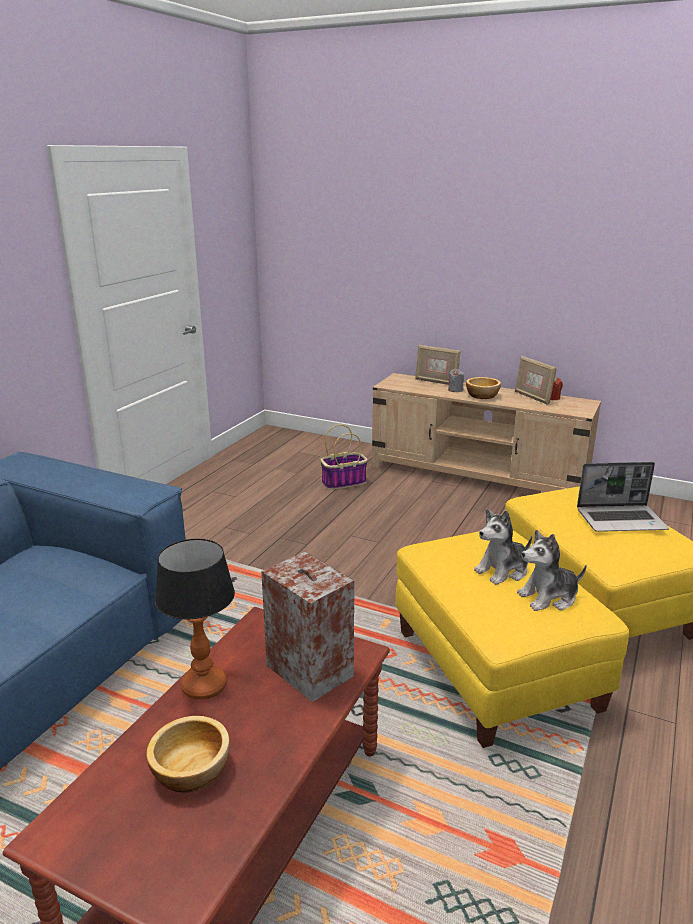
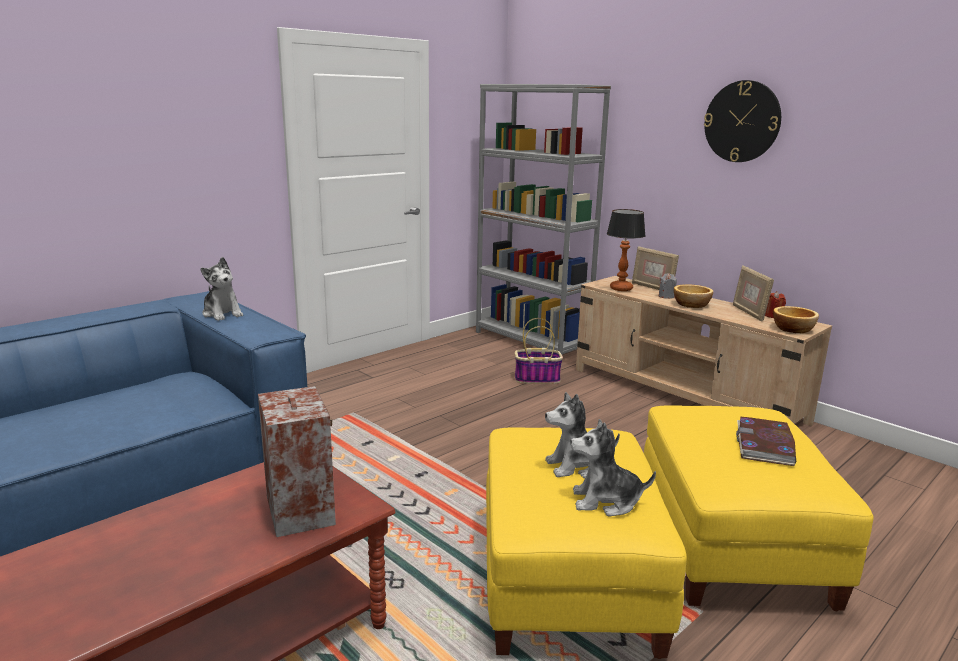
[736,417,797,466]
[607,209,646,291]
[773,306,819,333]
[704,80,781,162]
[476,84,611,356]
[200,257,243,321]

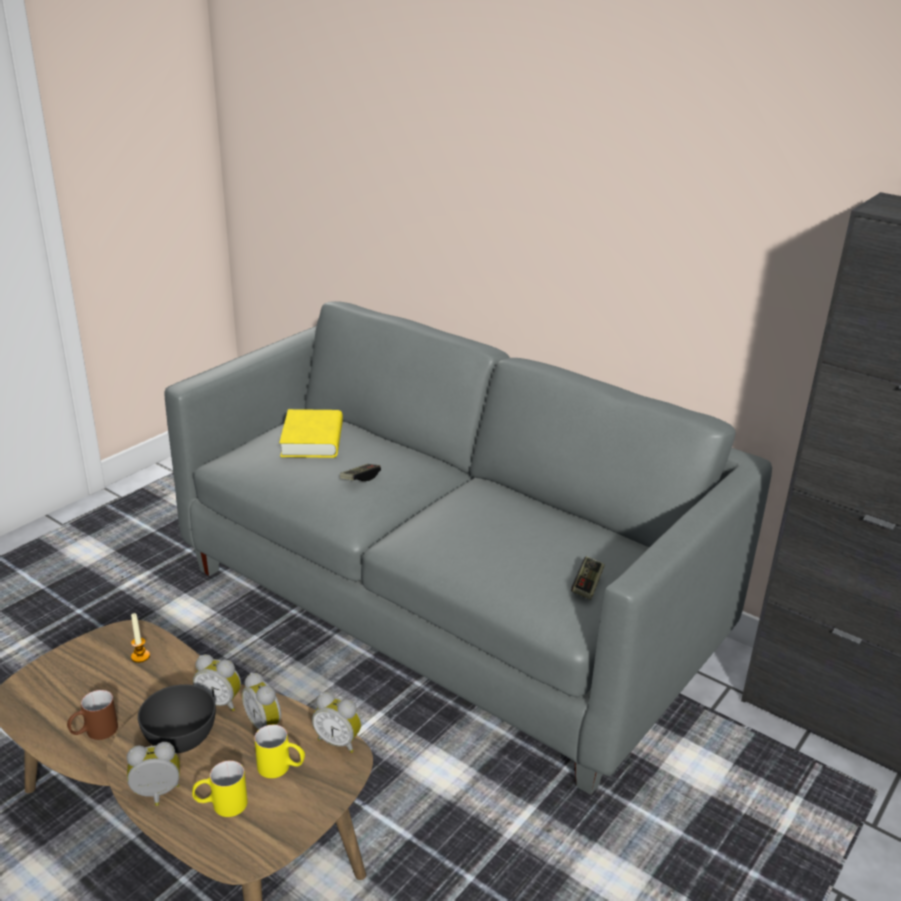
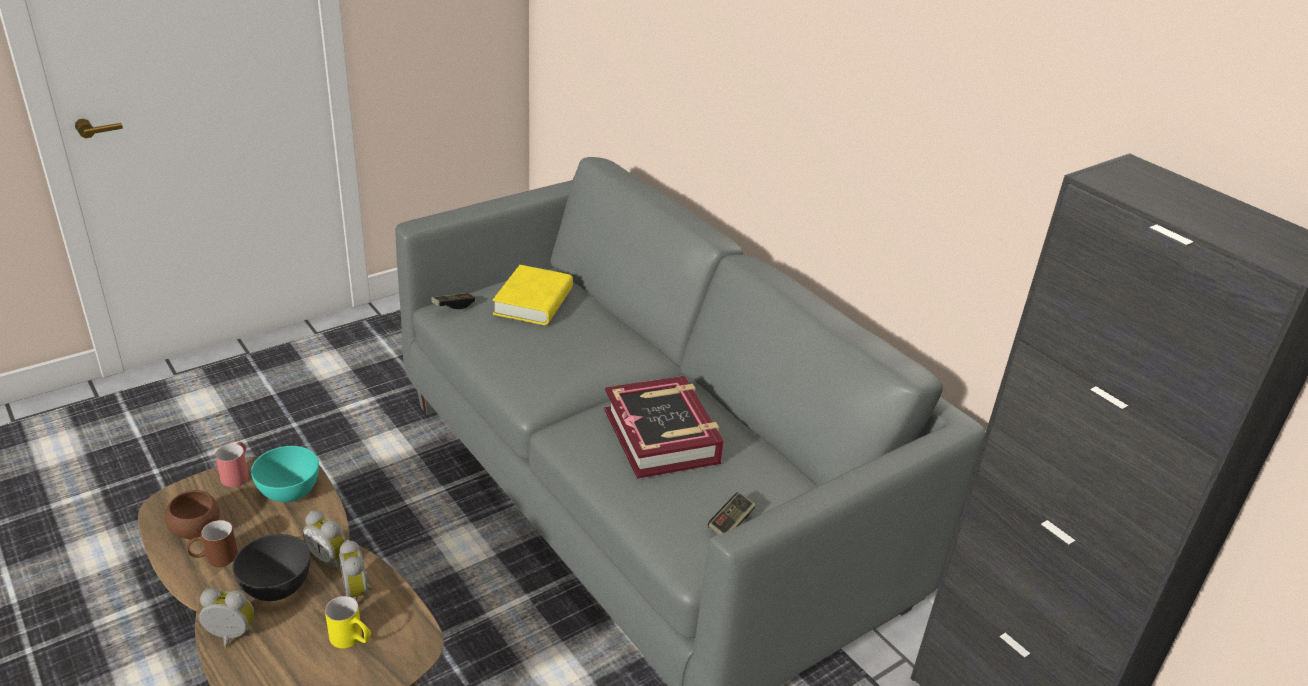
[431,293,475,309]
[251,446,319,502]
[312,692,361,753] (first image)
[192,761,248,817] (first image)
[604,376,724,479]
[215,442,249,487]
[165,490,220,540]

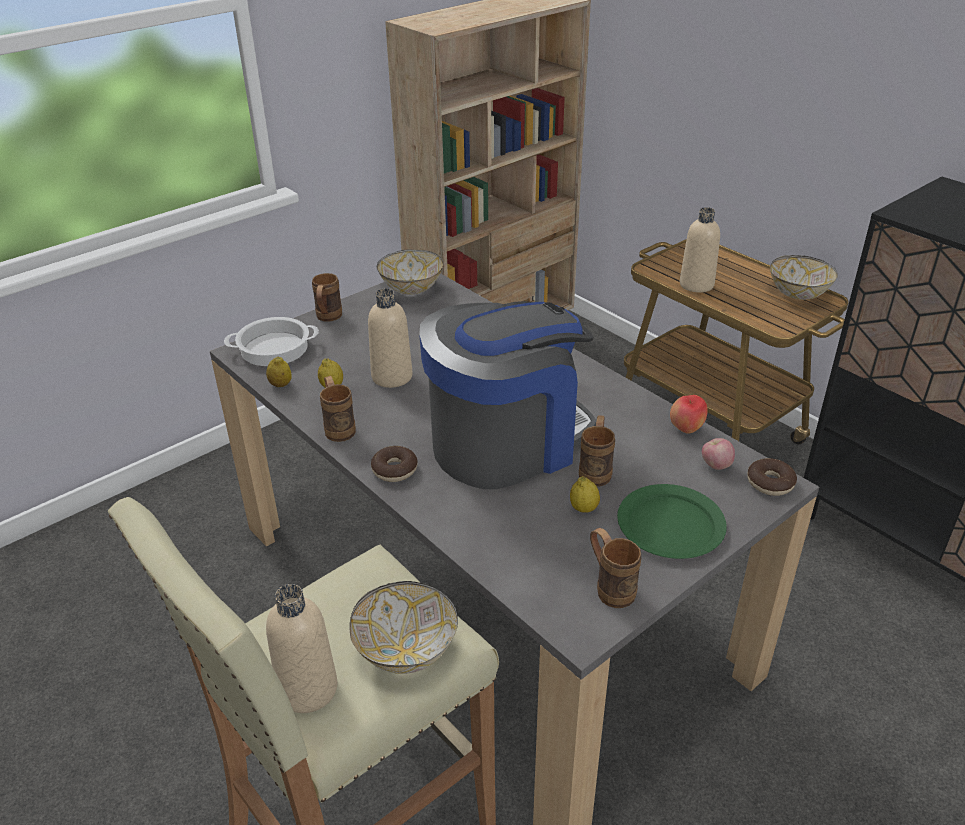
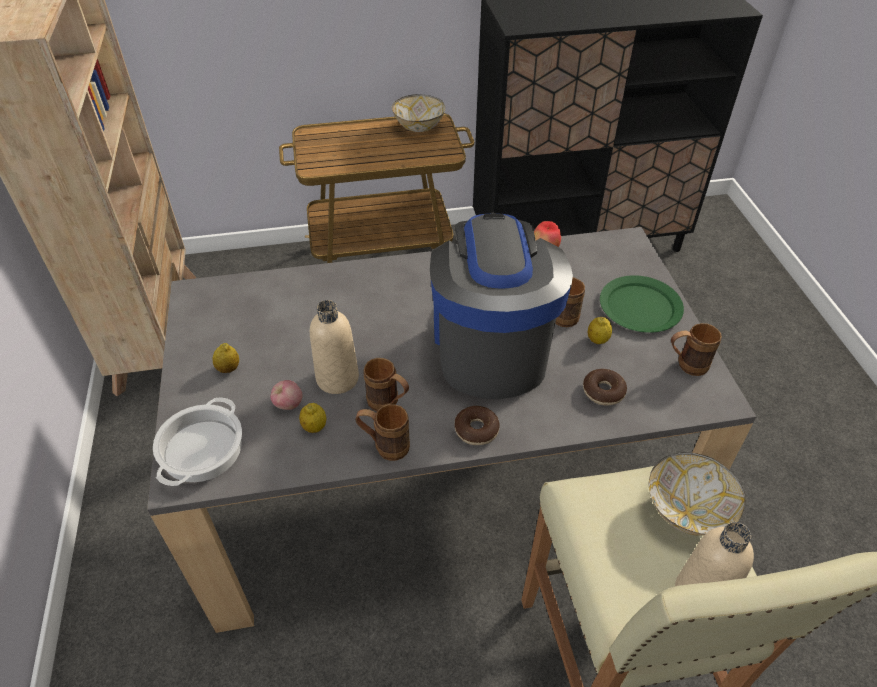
[680,207,720,292] (first image)
[377,250,443,294] (first image)
[363,358,409,411]
[213,343,239,373]
[270,380,303,410]
[583,369,627,405]

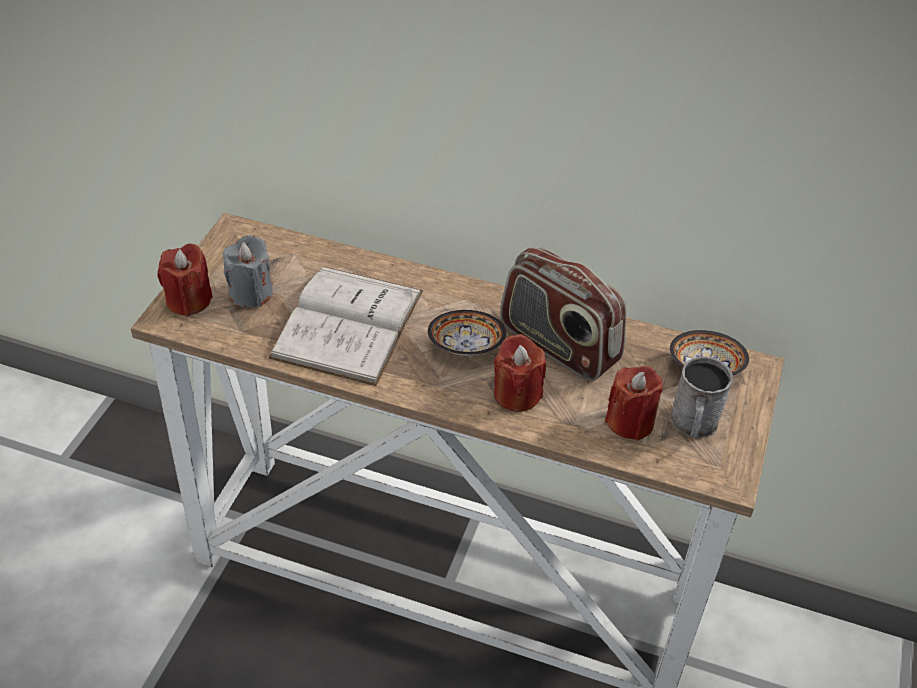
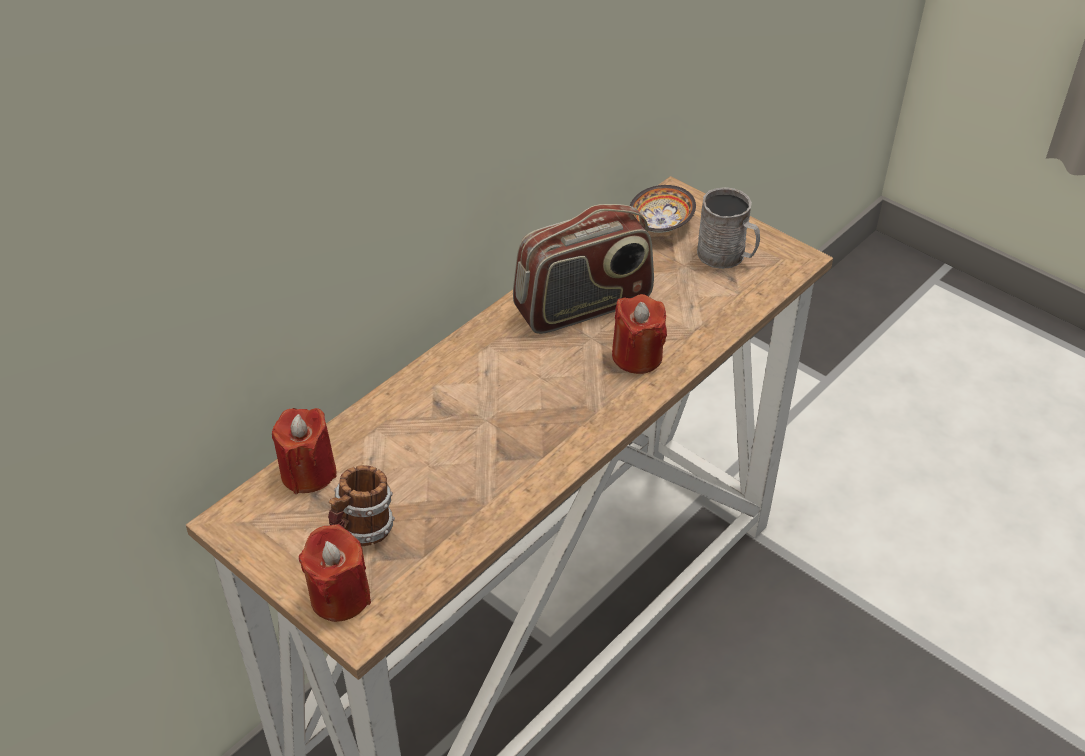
[328,465,395,546]
[269,267,423,386] (first image)
[428,310,506,355] (first image)
[272,408,337,494]

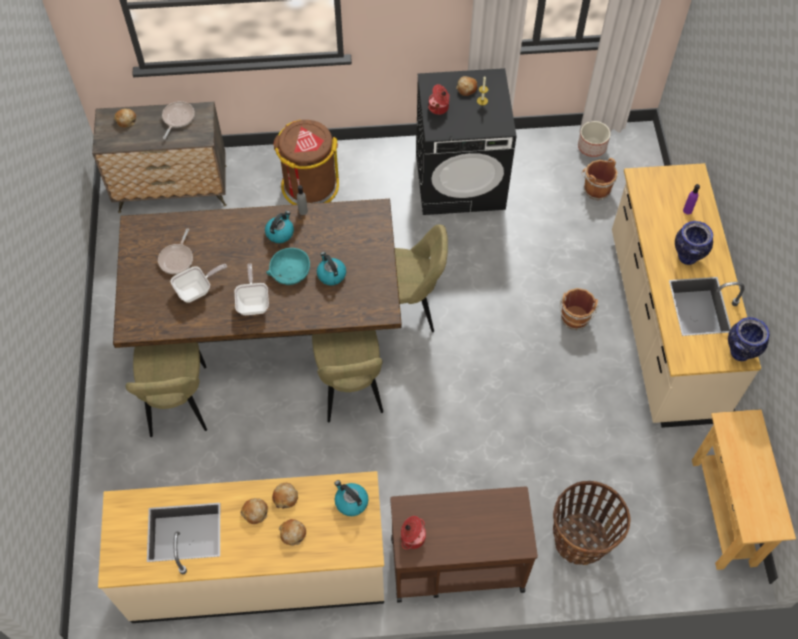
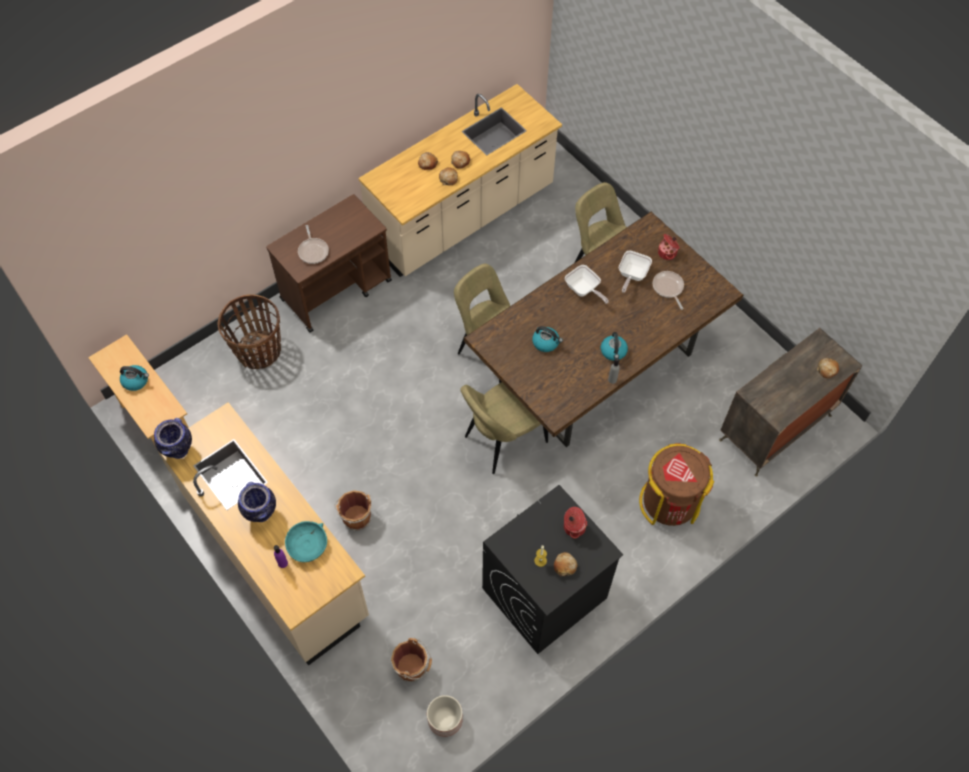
[298,225,329,264]
[285,521,327,562]
[120,365,149,391]
[658,234,680,260]

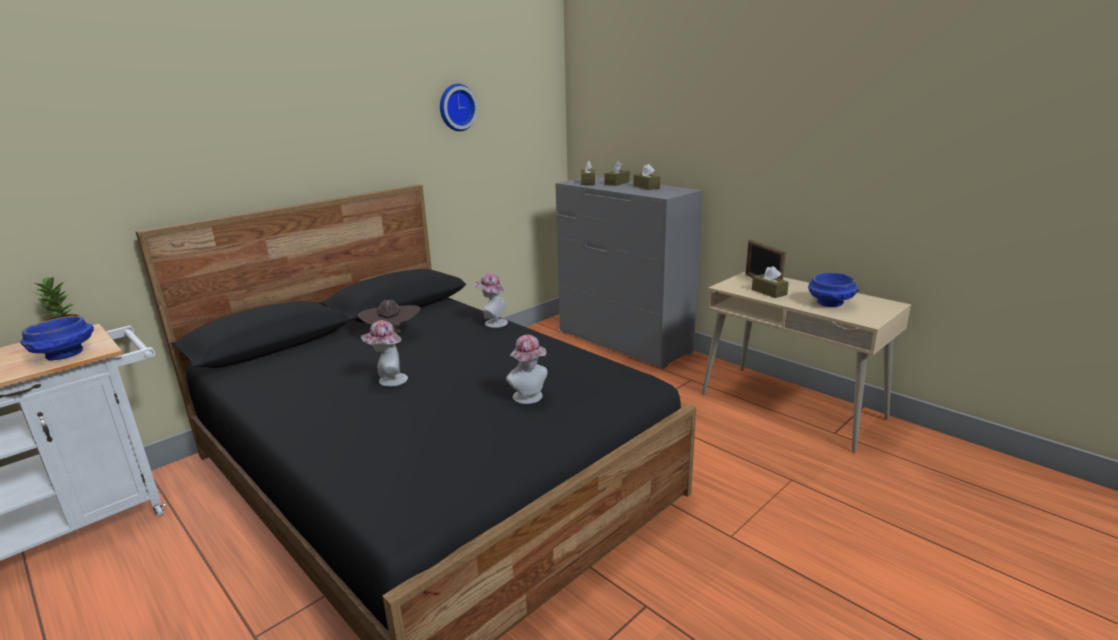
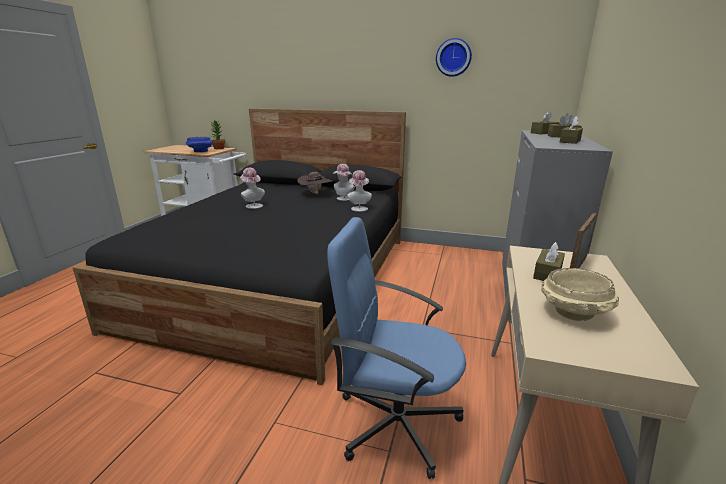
[541,268,619,321]
[333,164,355,201]
[327,217,466,479]

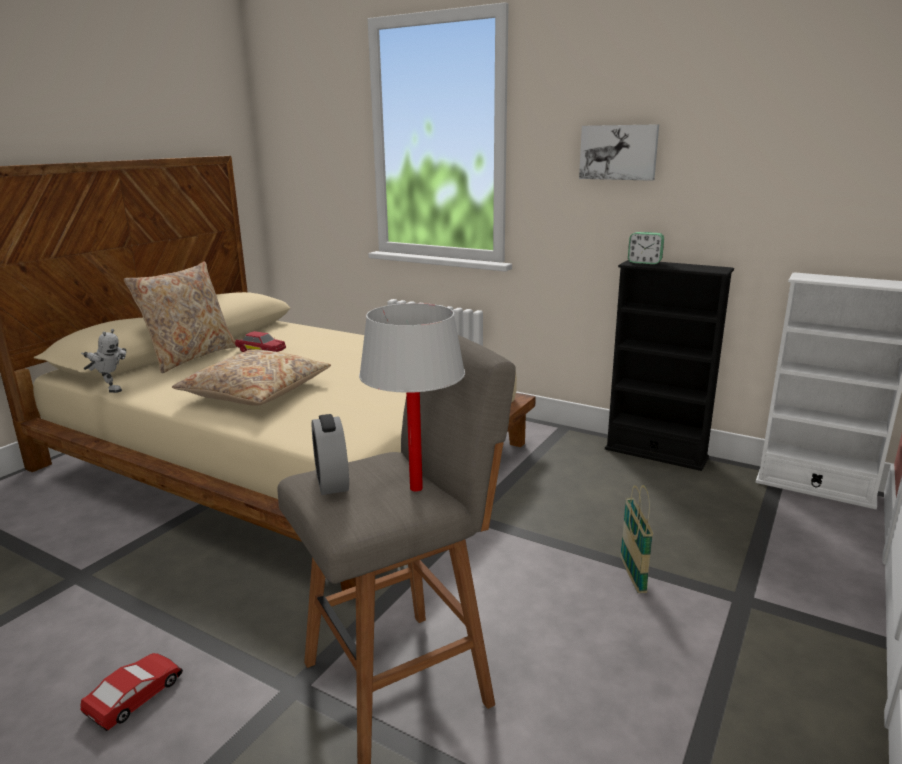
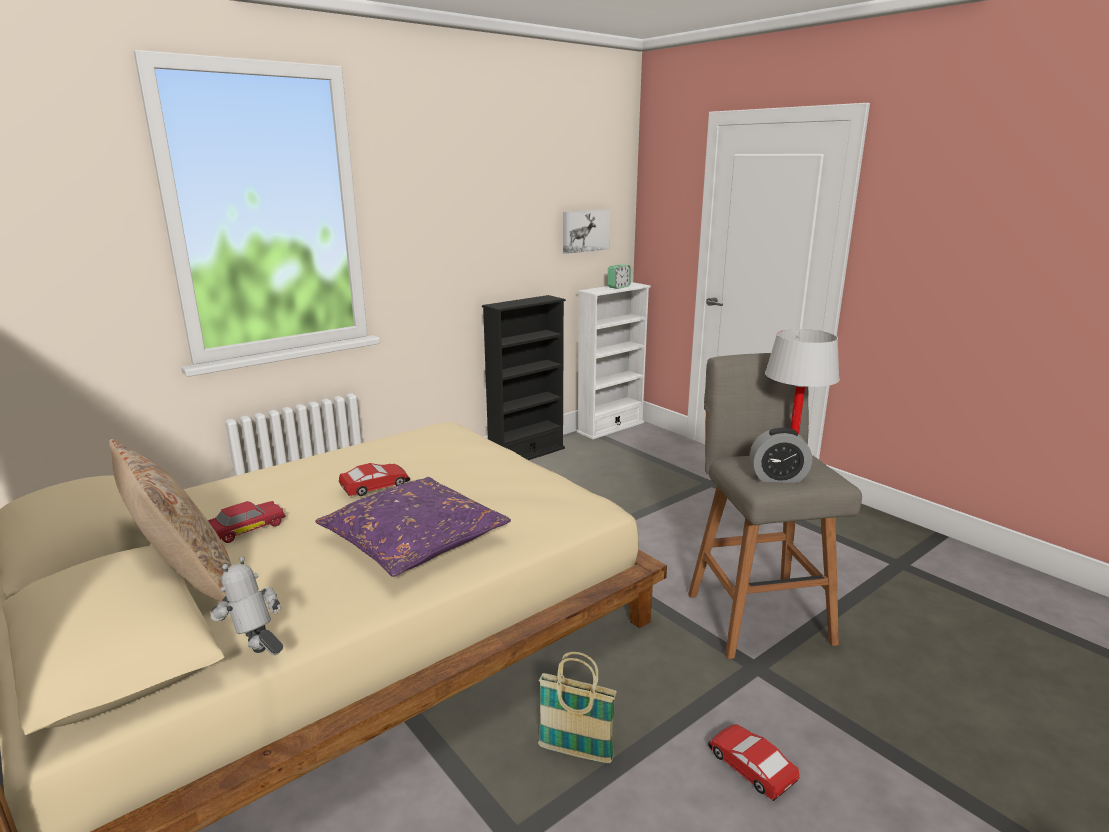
[563,209,610,254]
[608,264,631,289]
[211,557,283,655]
[315,477,511,577]
[538,652,617,763]
[339,463,410,496]

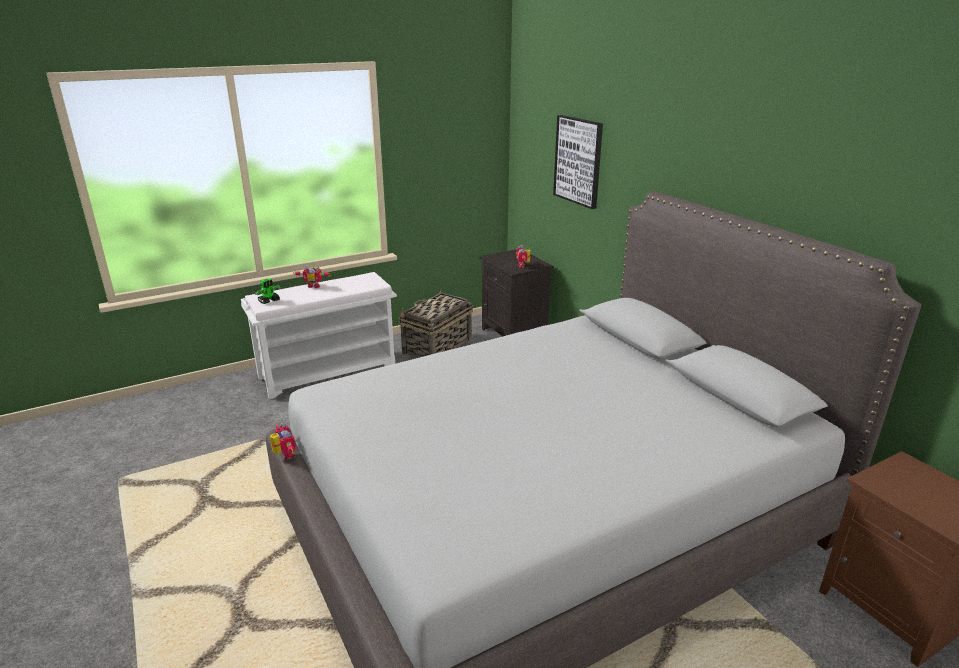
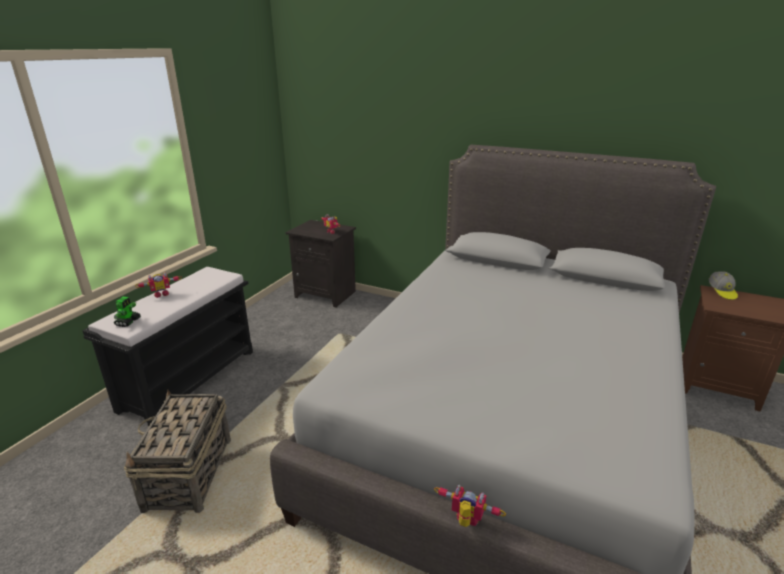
[553,115,603,209] (first image)
[82,267,253,427]
[124,389,231,513]
[434,485,506,527]
[709,271,738,300]

